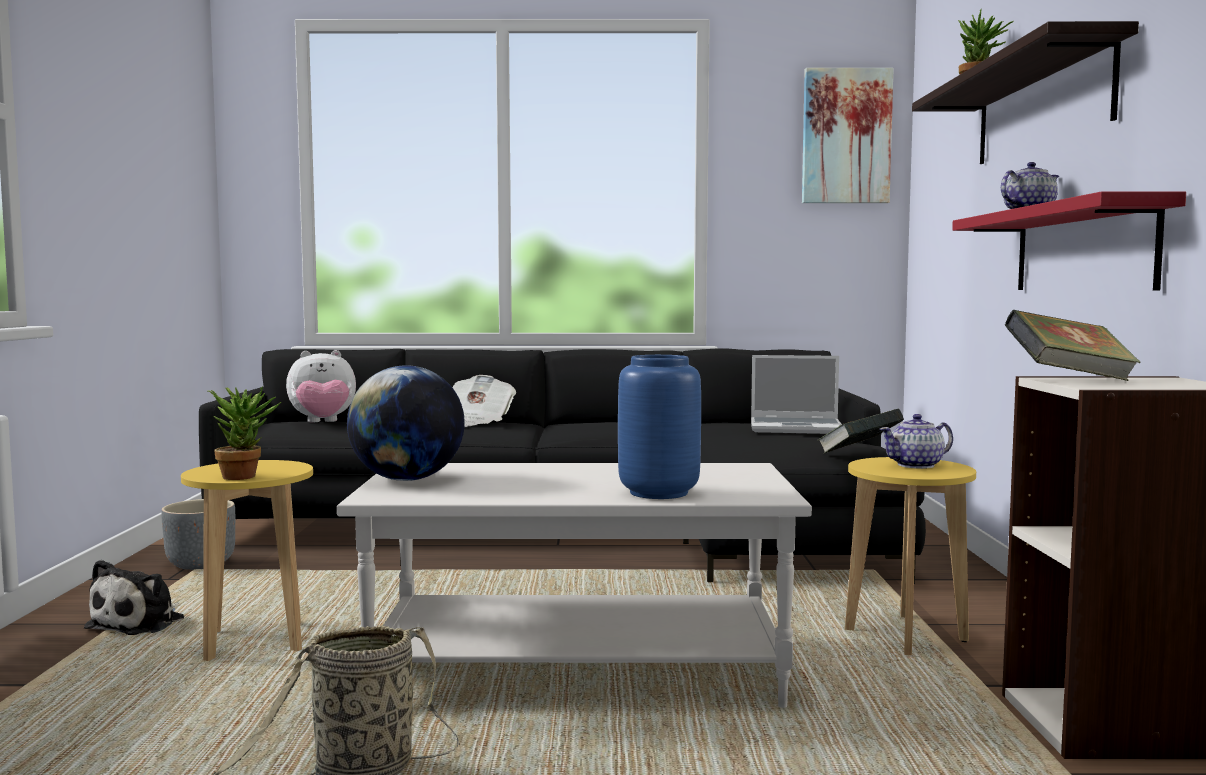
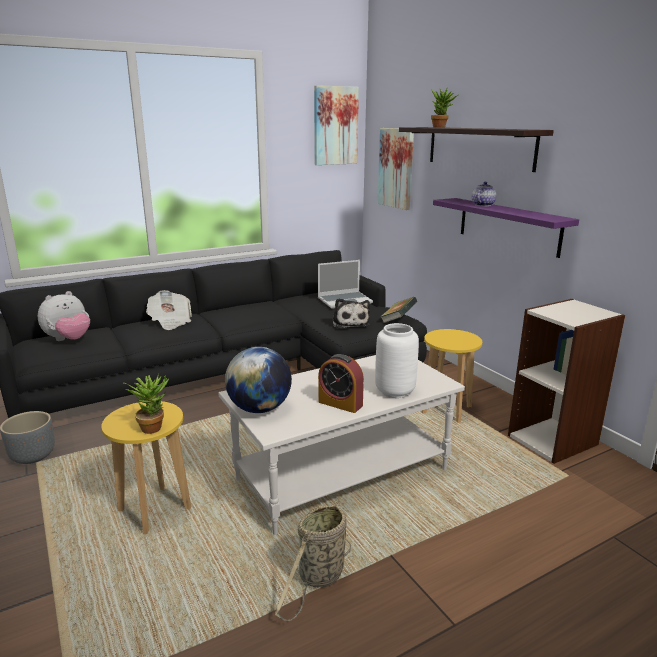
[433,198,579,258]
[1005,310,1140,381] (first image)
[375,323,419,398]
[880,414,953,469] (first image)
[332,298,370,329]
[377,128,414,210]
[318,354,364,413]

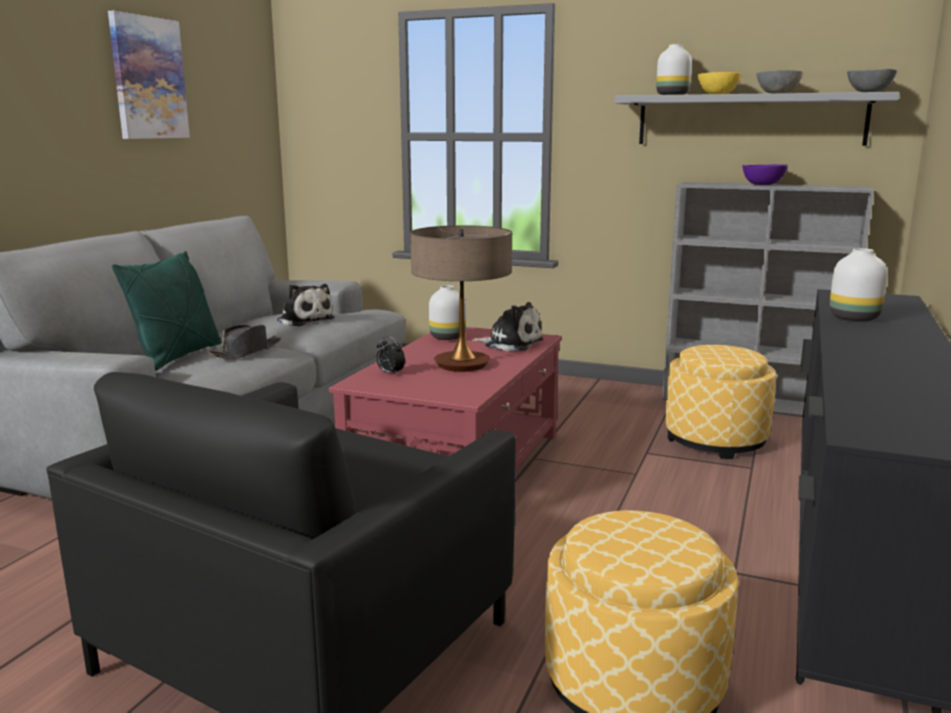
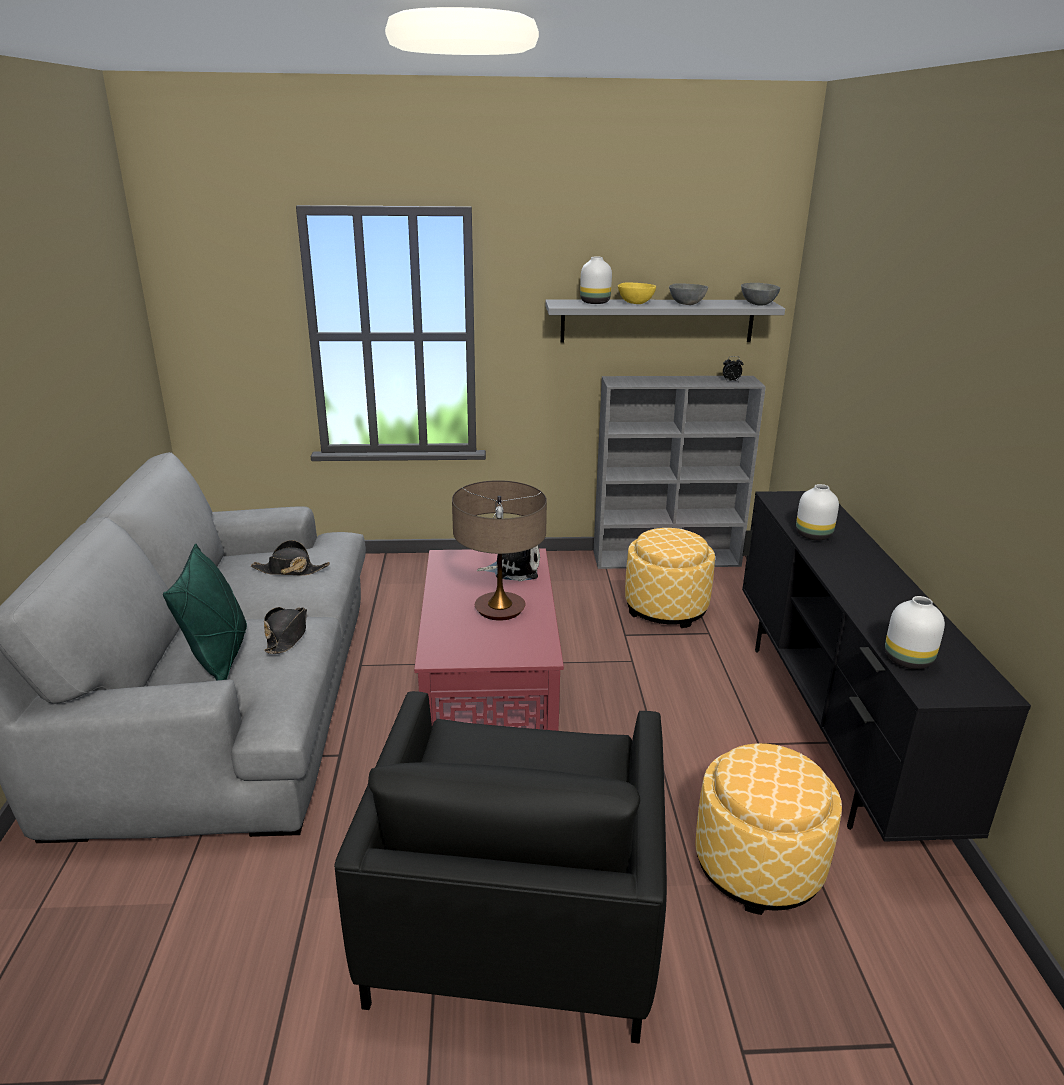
[108,11,190,139] (first image)
[743,164,788,185] (first image)
[251,540,330,576]
[885,596,945,669]
[723,356,743,381]

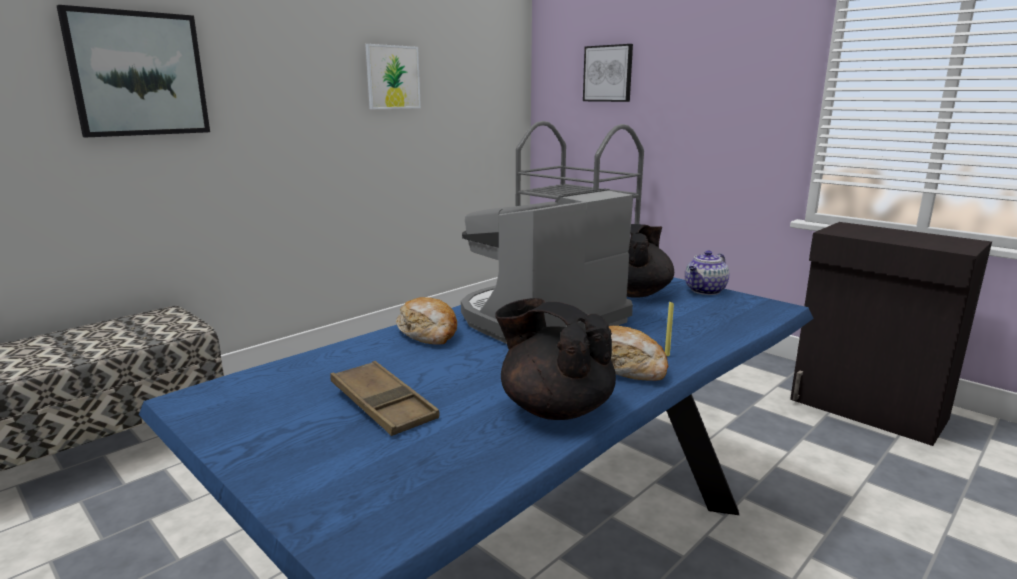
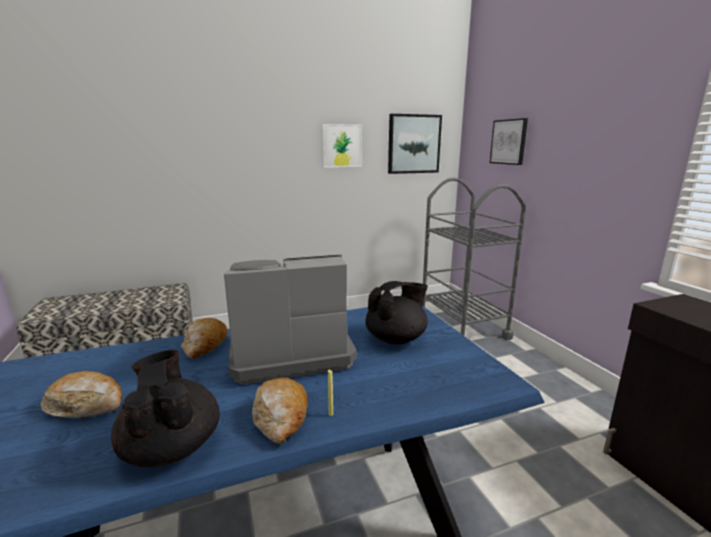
[388,114,442,174]
[685,250,729,295] (first image)
[41,371,123,418]

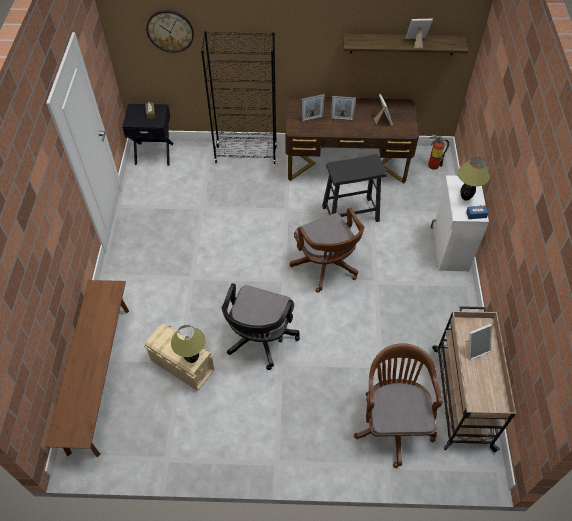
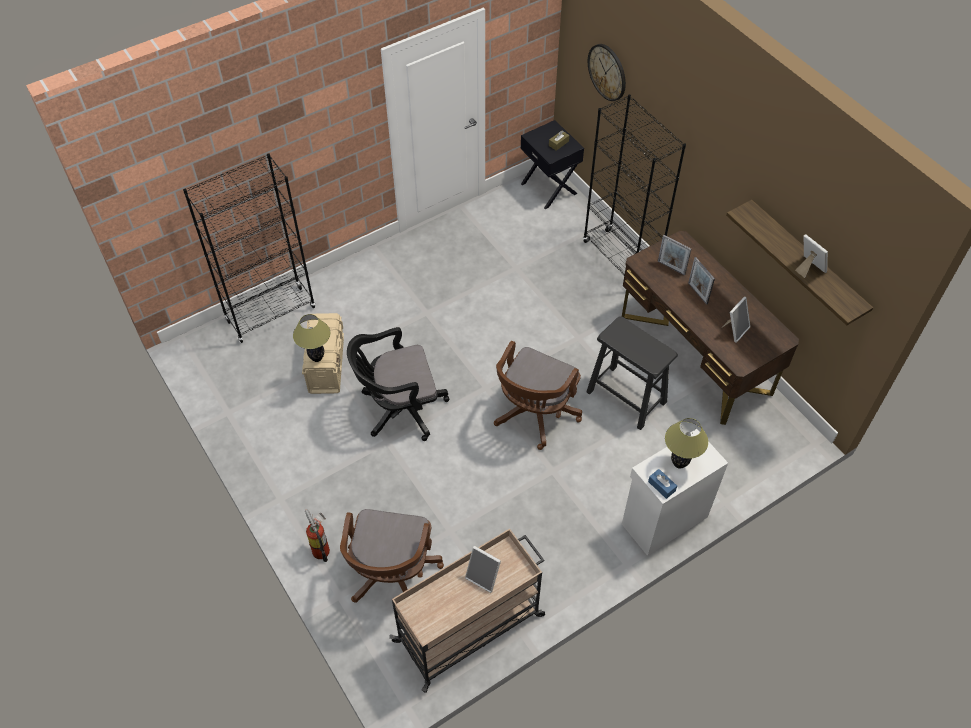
[305,509,330,562]
[183,153,316,343]
[340,509,444,602]

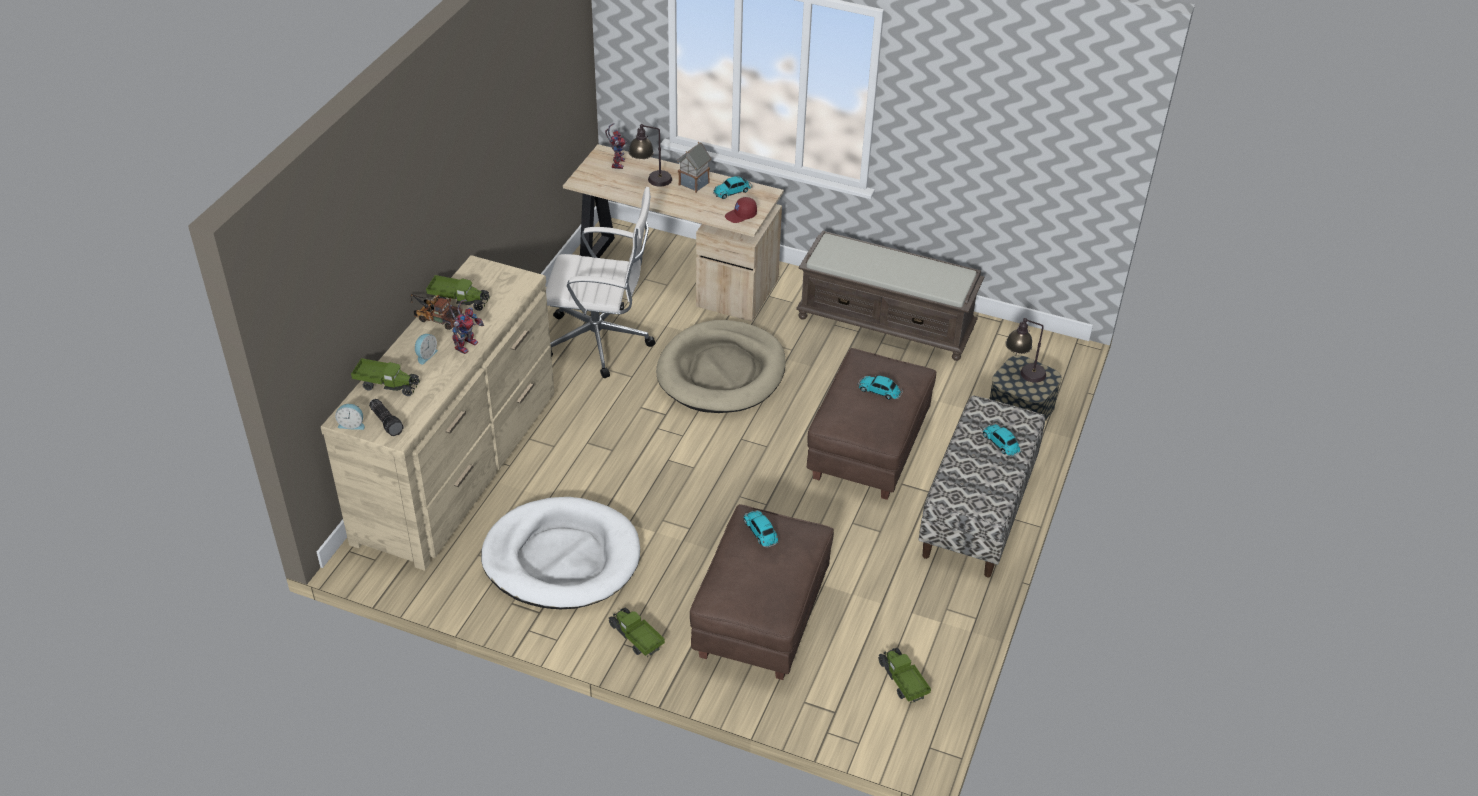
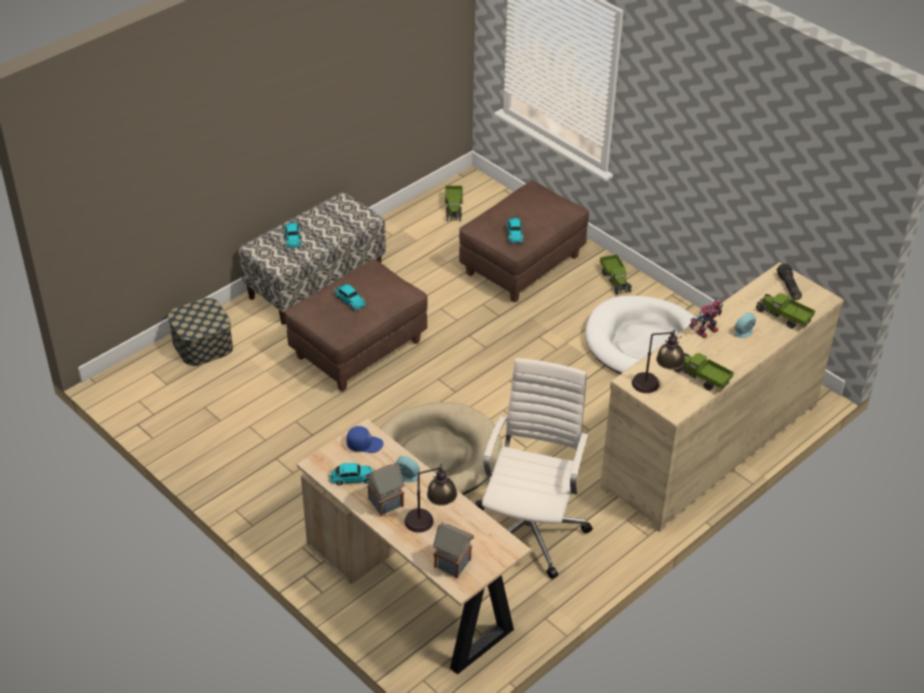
[433,522,474,579]
[475,358,593,579]
[346,426,383,453]
[796,231,984,361] (first image)
[410,294,463,330] (first image)
[632,329,685,393]
[396,456,420,482]

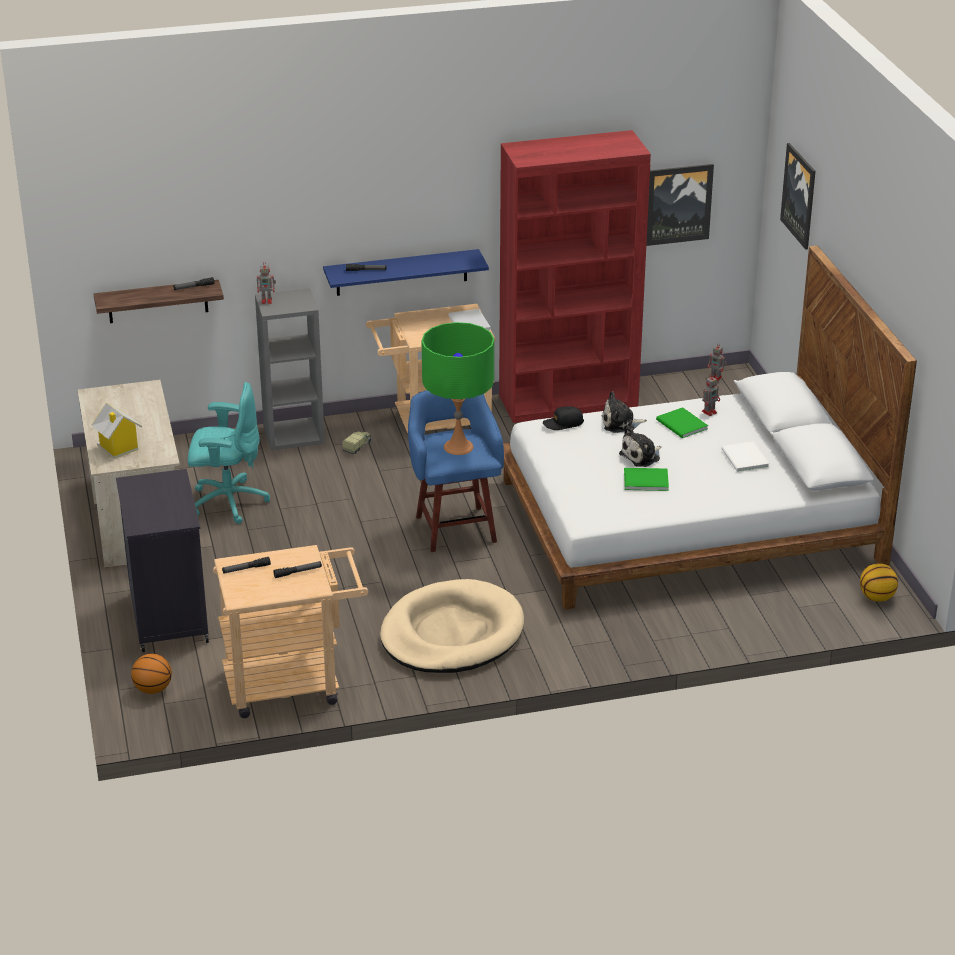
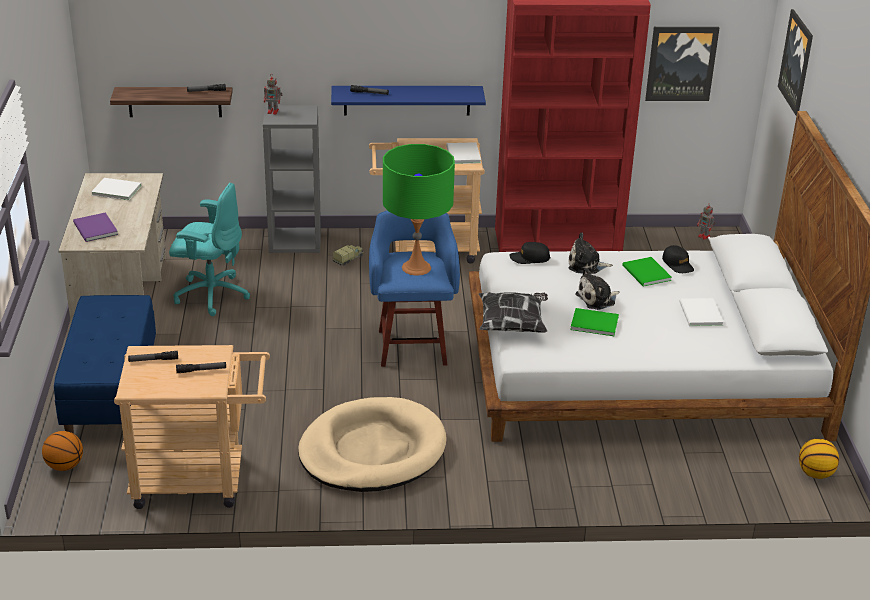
[662,245,694,273]
[73,213,118,242]
[54,295,156,434]
[91,178,142,201]
[479,292,548,332]

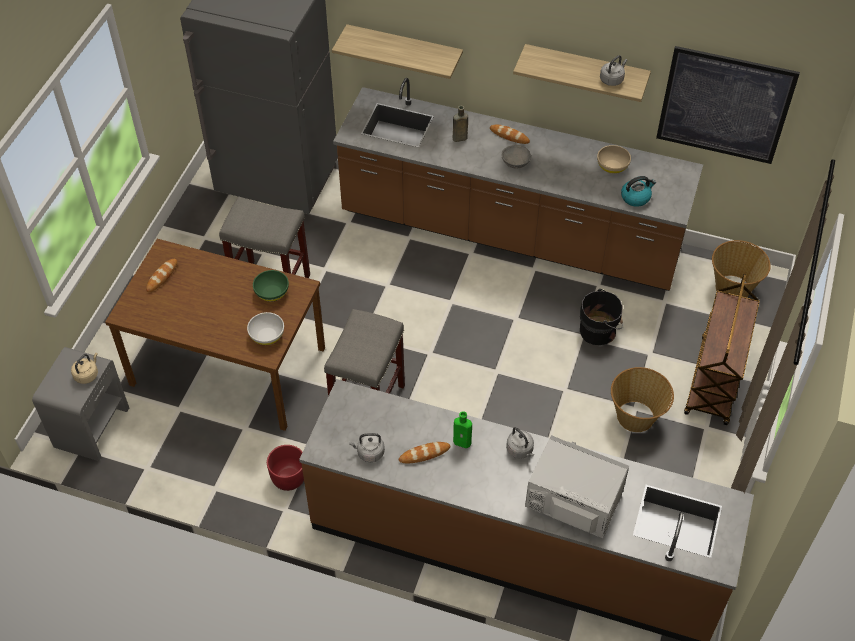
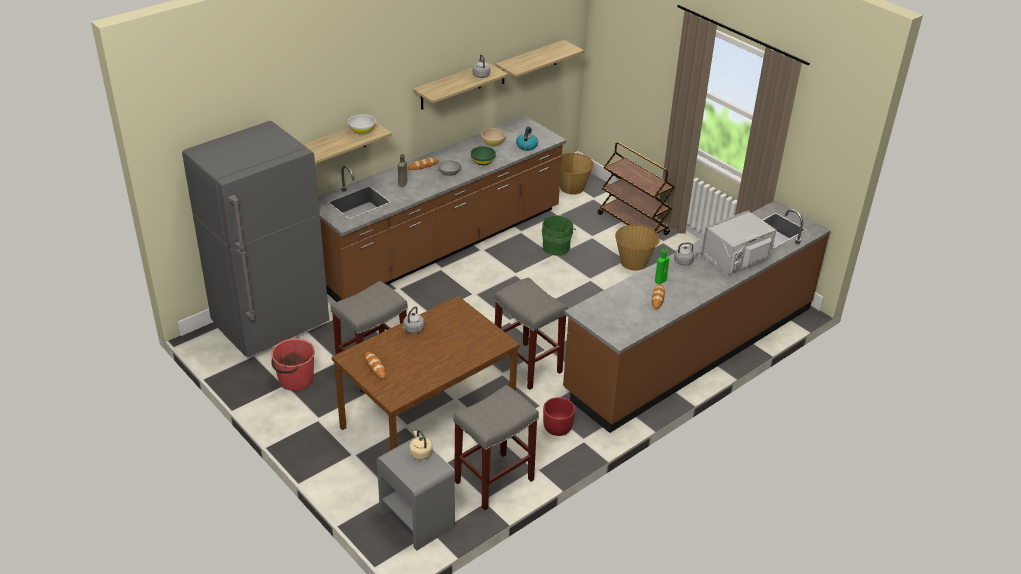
[495,40,584,84]
[470,146,496,165]
[542,215,576,256]
[348,114,376,135]
[403,306,424,334]
[271,338,315,391]
[453,385,539,510]

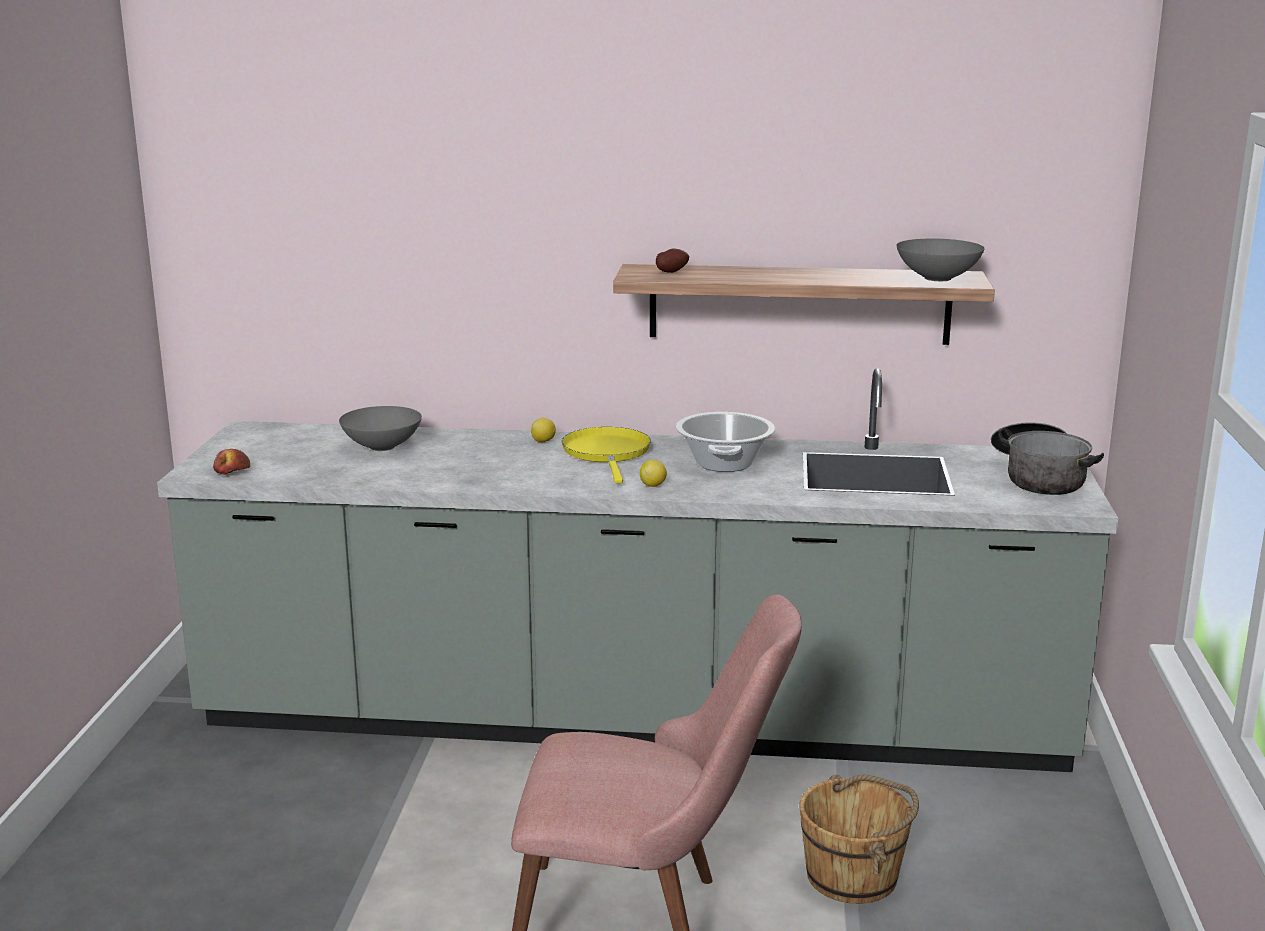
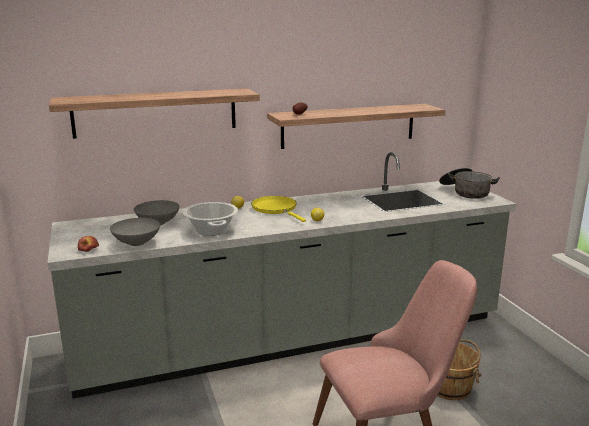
[110,218,160,246]
[183,202,238,236]
[49,89,260,139]

